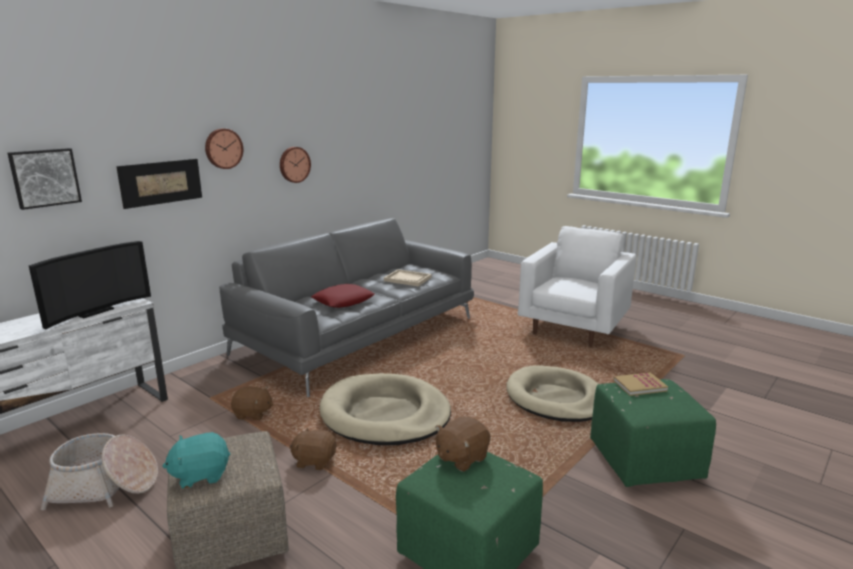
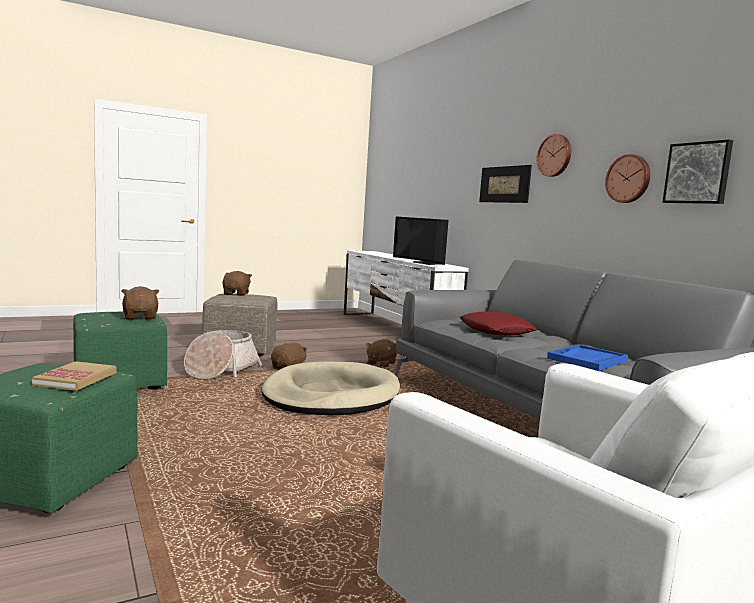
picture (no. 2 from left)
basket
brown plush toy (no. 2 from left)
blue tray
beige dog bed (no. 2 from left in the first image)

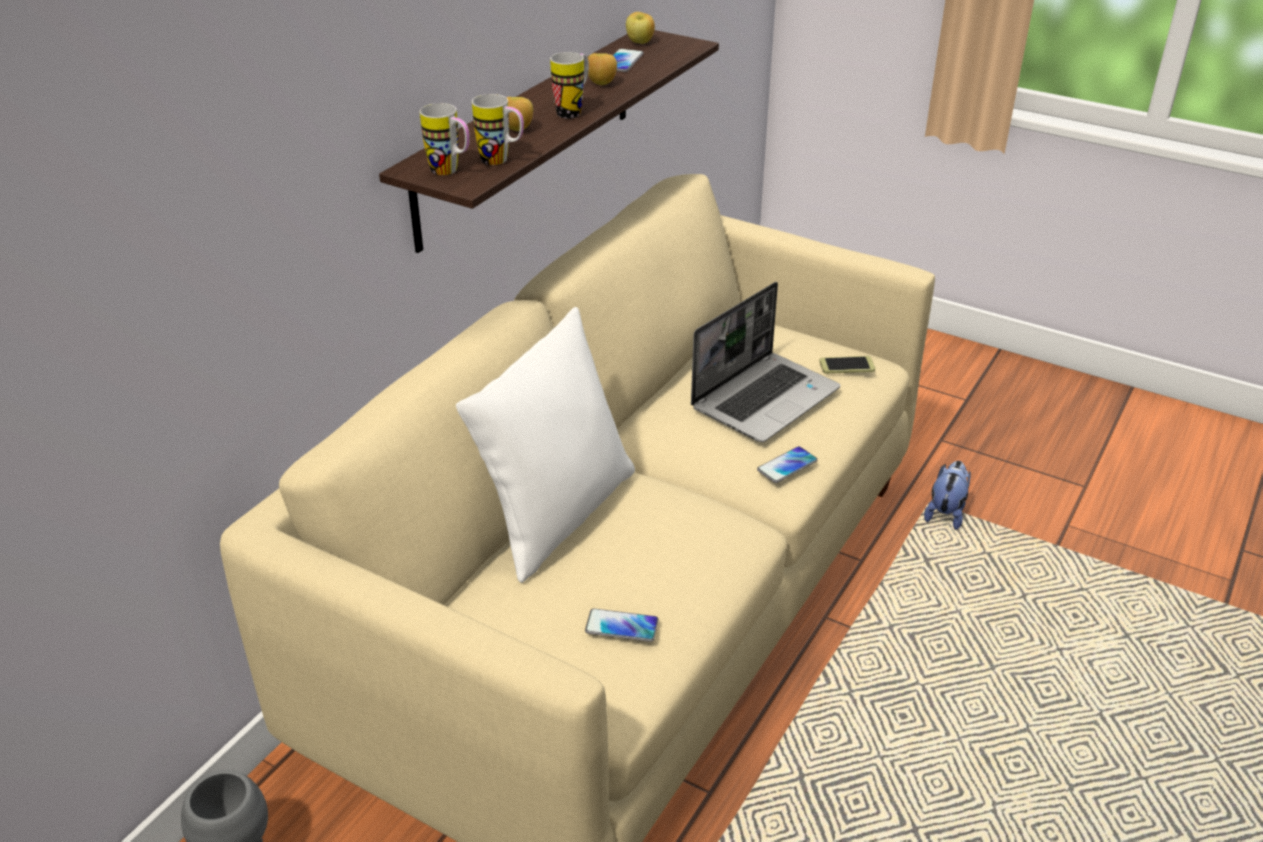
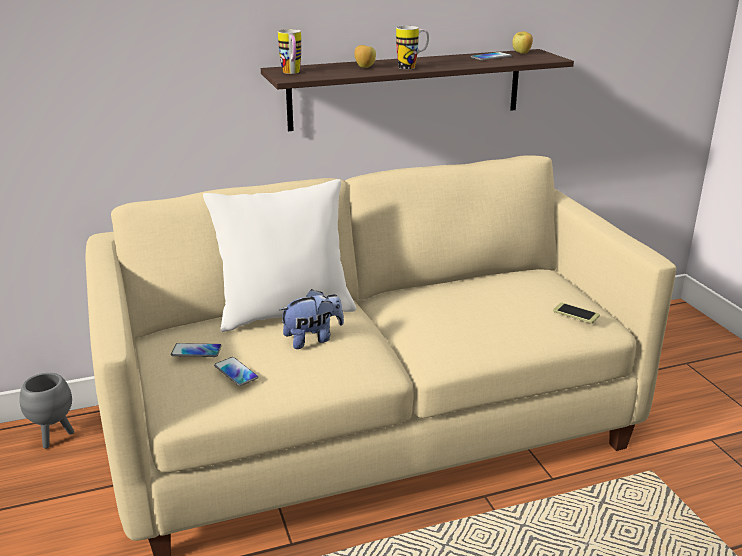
mug (no. 2 from left in the first image)
apple (no. 2 from left in the first image)
laptop
phone (no. 1 from left)
plush toy

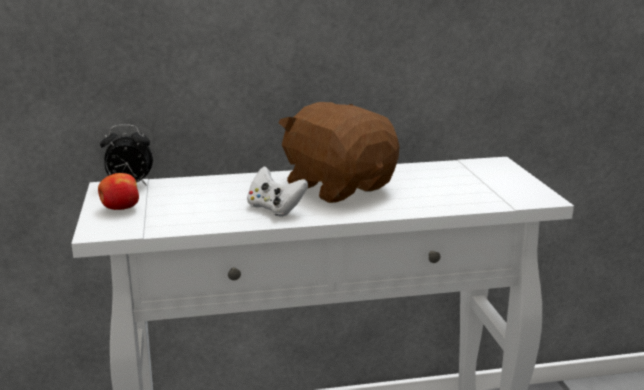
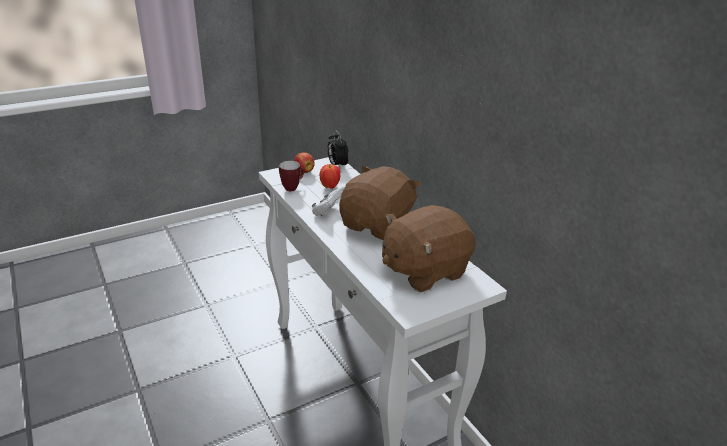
mug
apple (no. 2 from left)
brown plush toy (no. 2 from left)

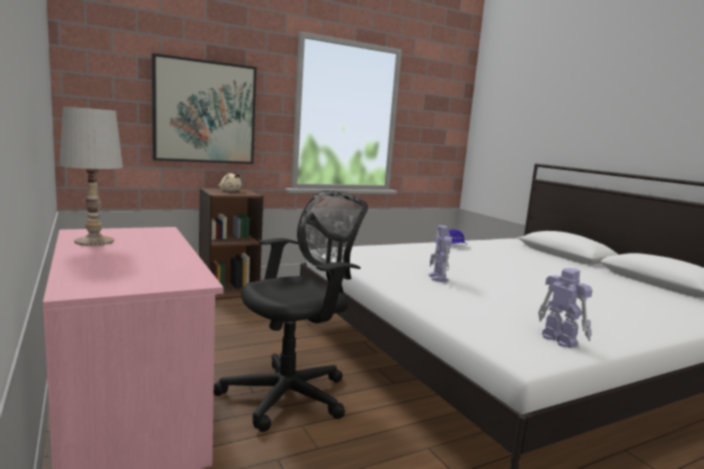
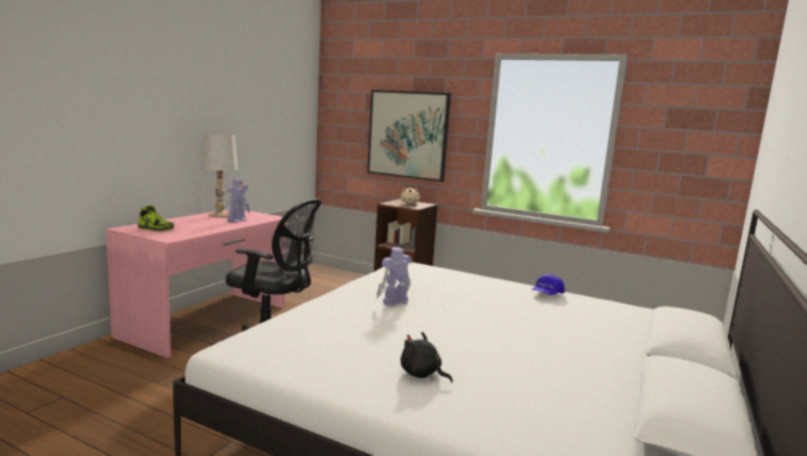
toy robot (no. 1 from left)
shoe
black plush toy

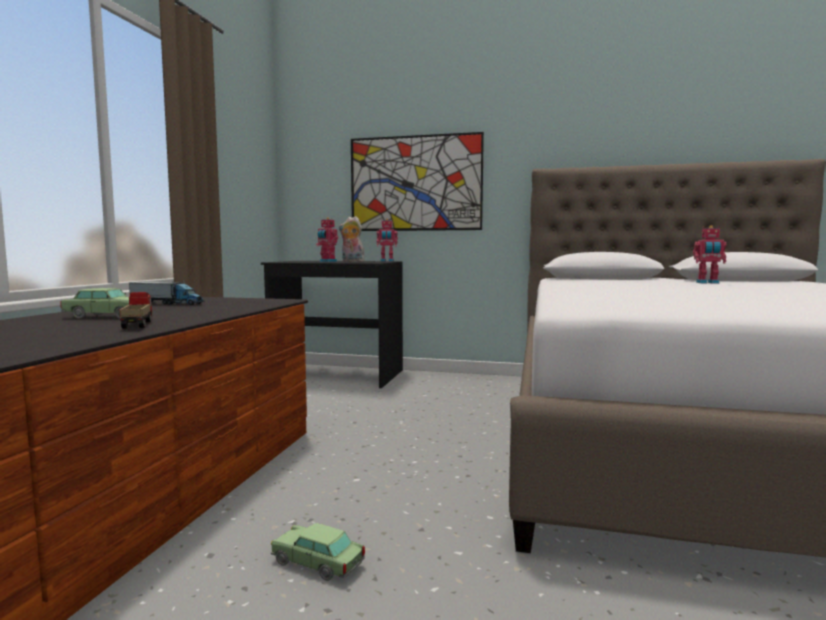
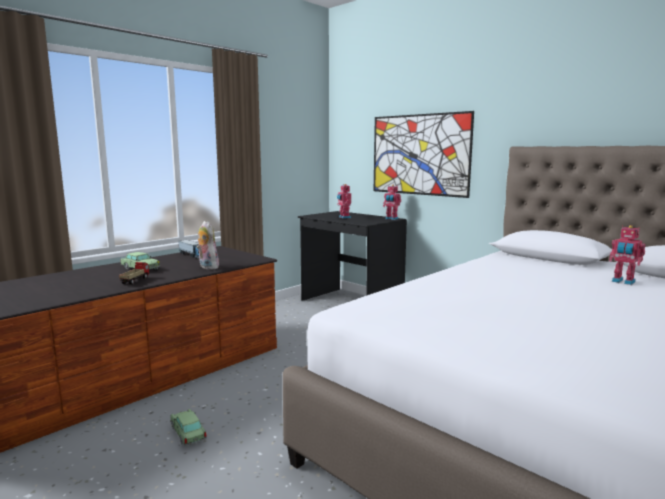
plush toy

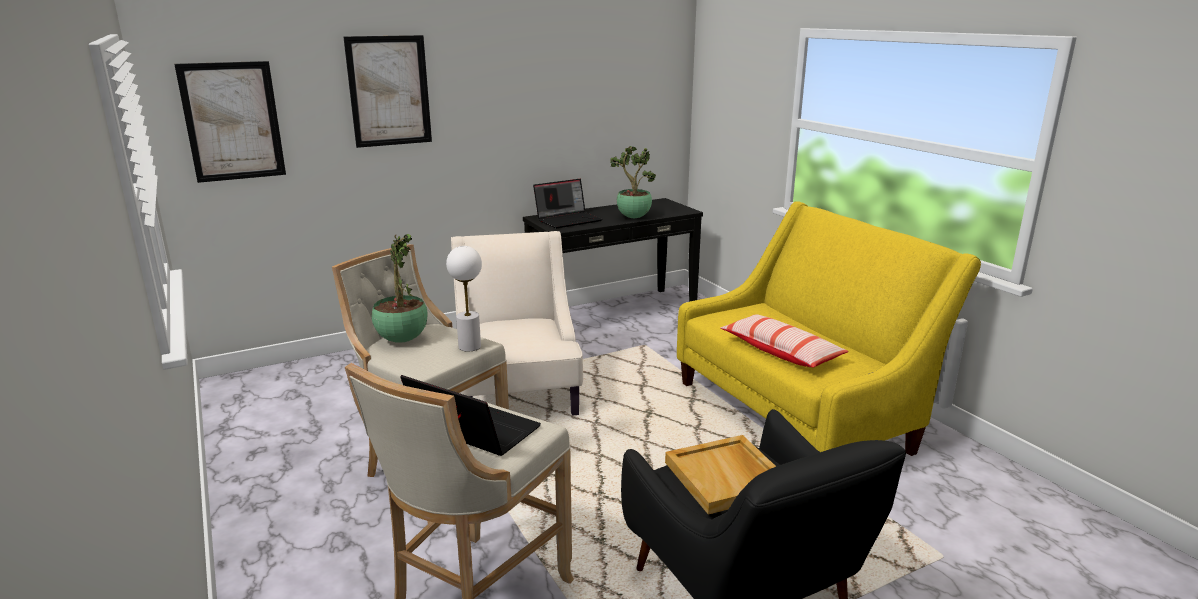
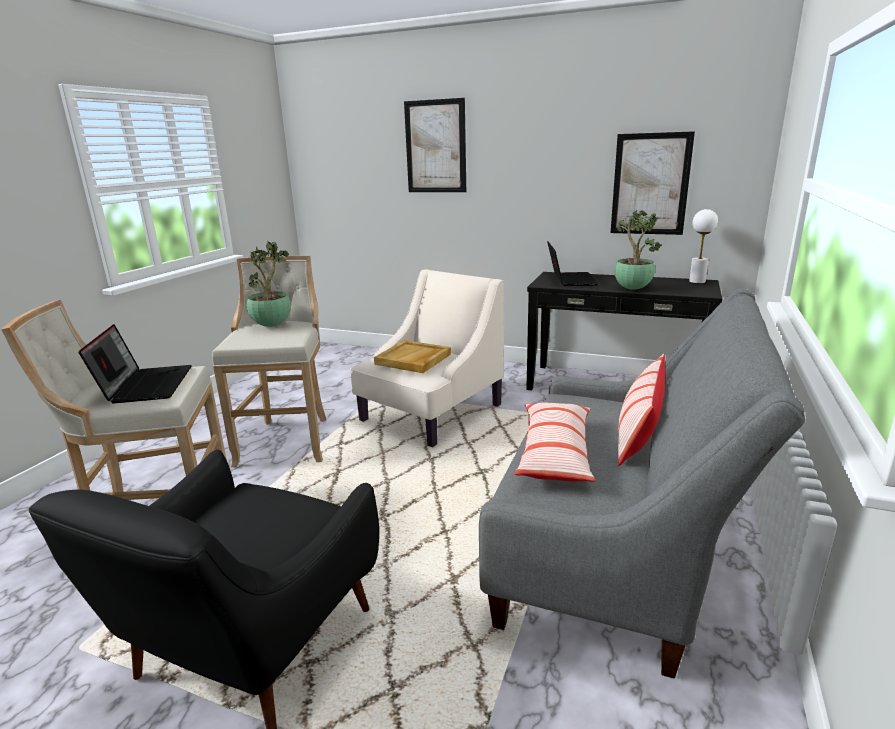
picture (no. 2 from left)
white table lamp
laptop (no. 2 from left)
beige tray
grey sofa
pillow (no. 2 from left)

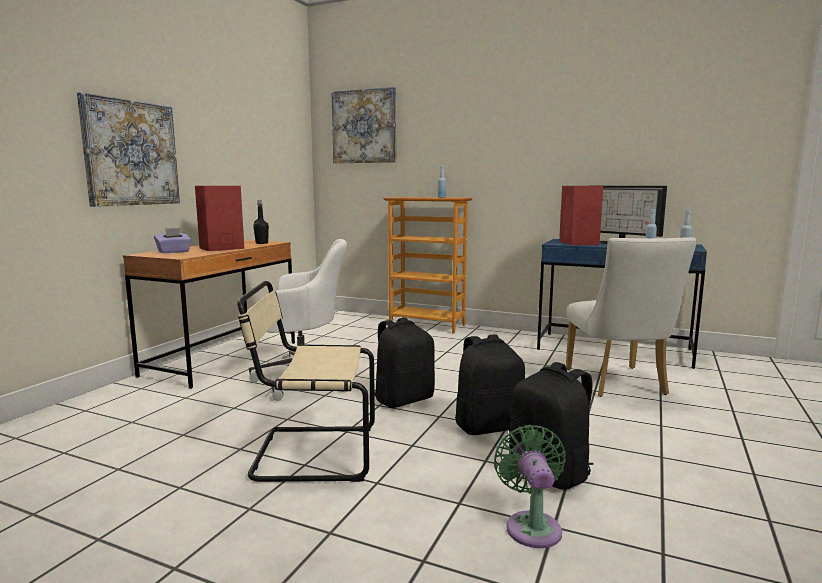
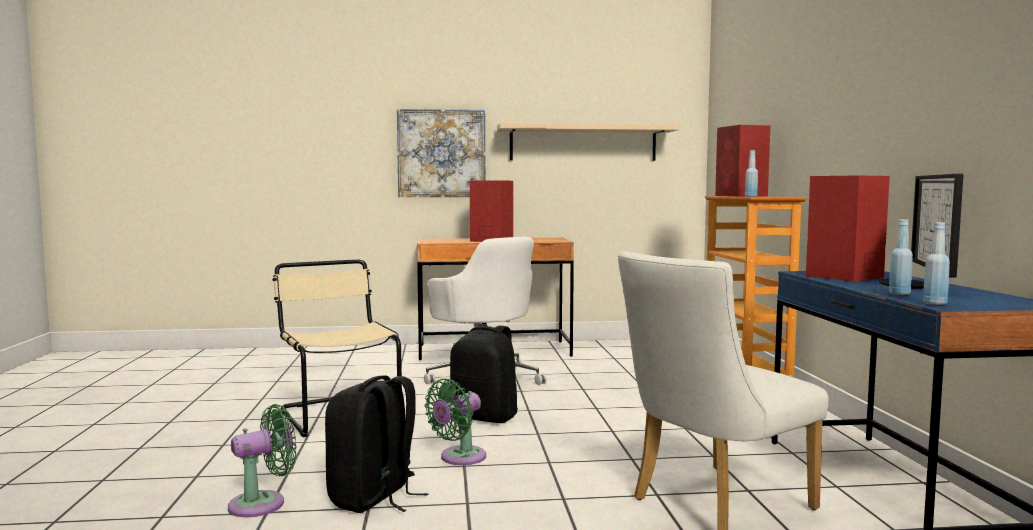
purple tissue box
black bottle
picture (no. 2 from left in the first image)
green fan (no. 2 from left)
beige shelf
red speaker (no. 2 from left)

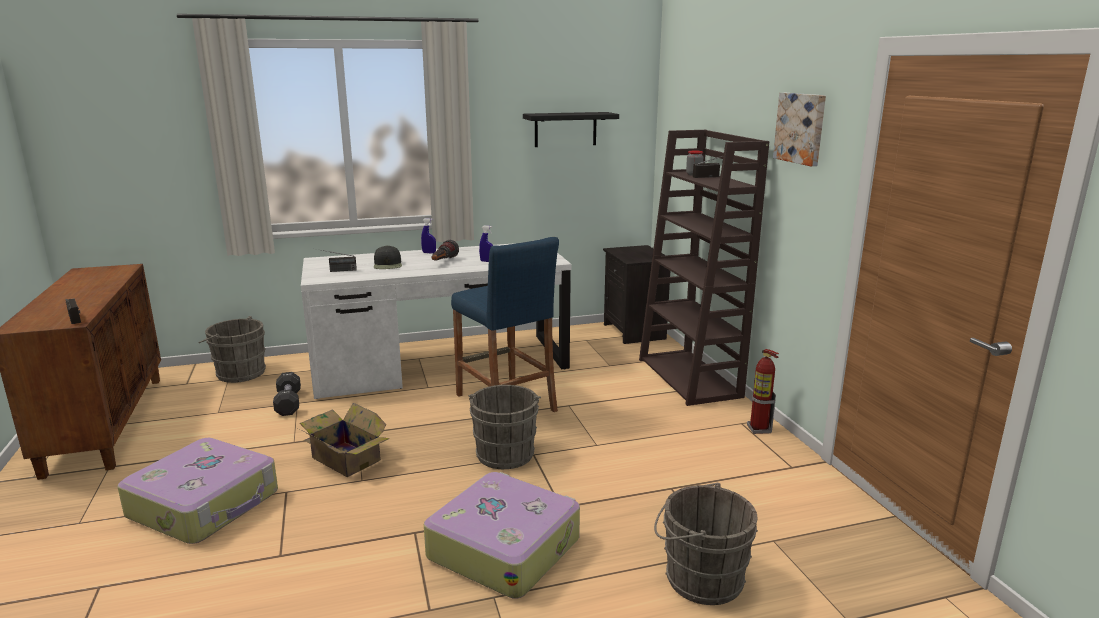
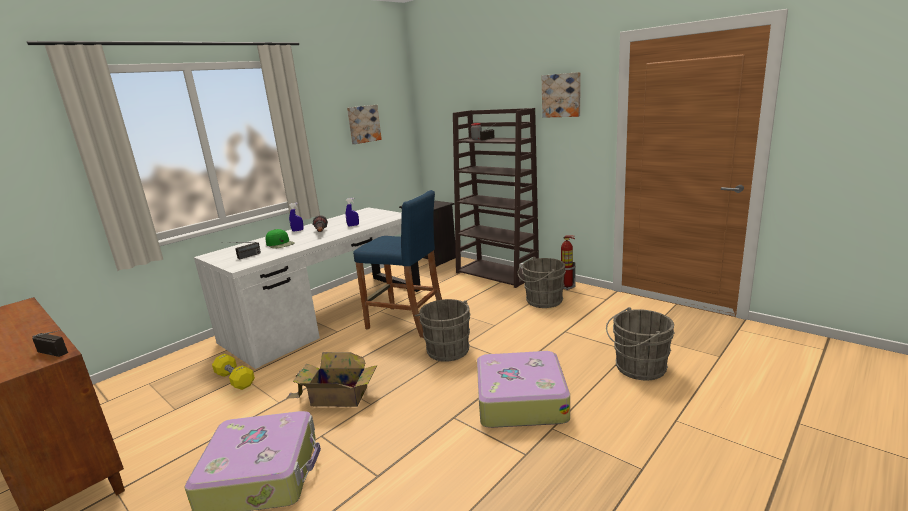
grey bucket (no. 2 from left)
yellow dumbbell
green cap
picture (no. 1 from left)

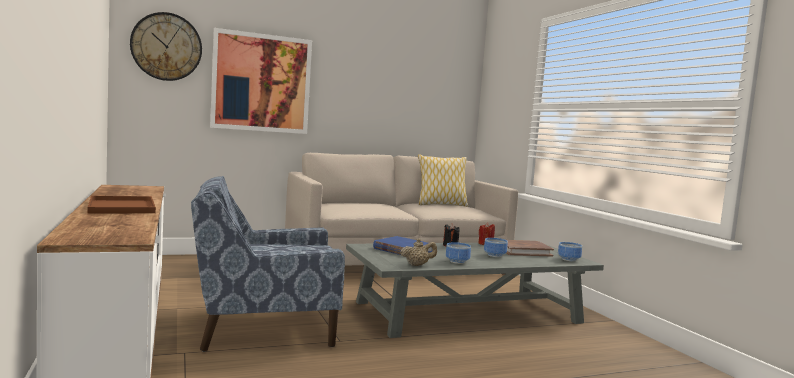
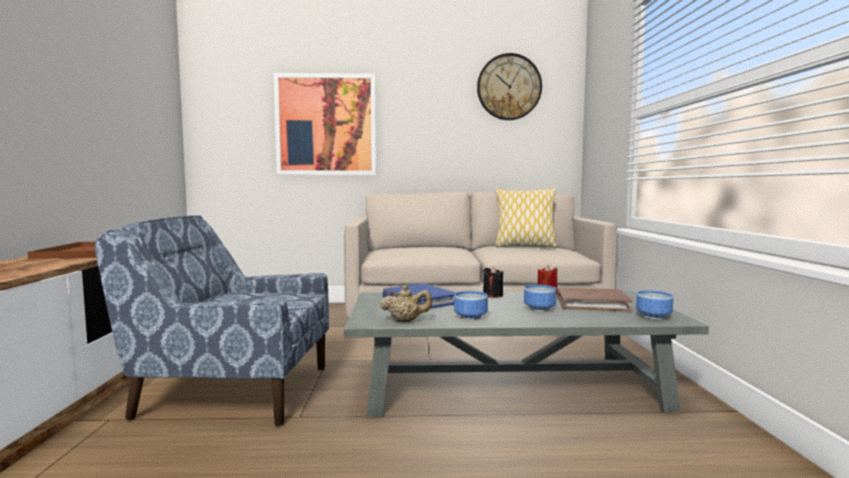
wall clock

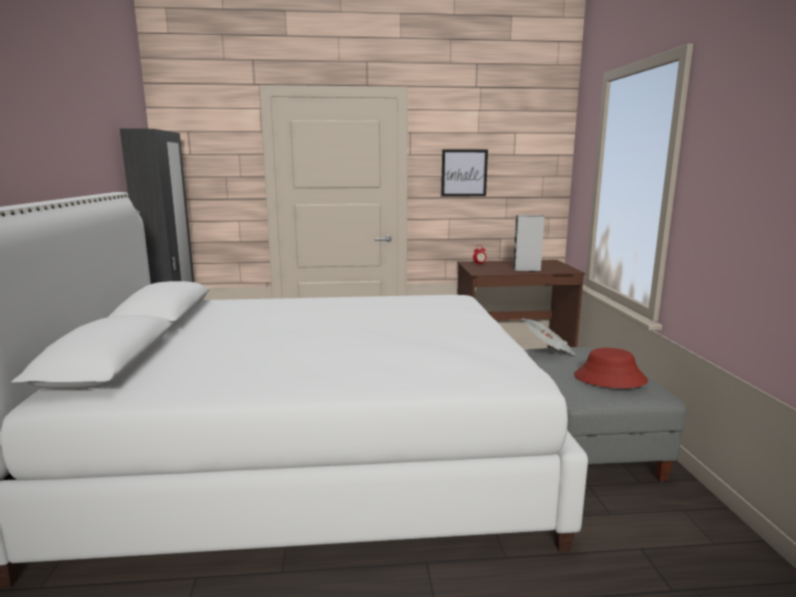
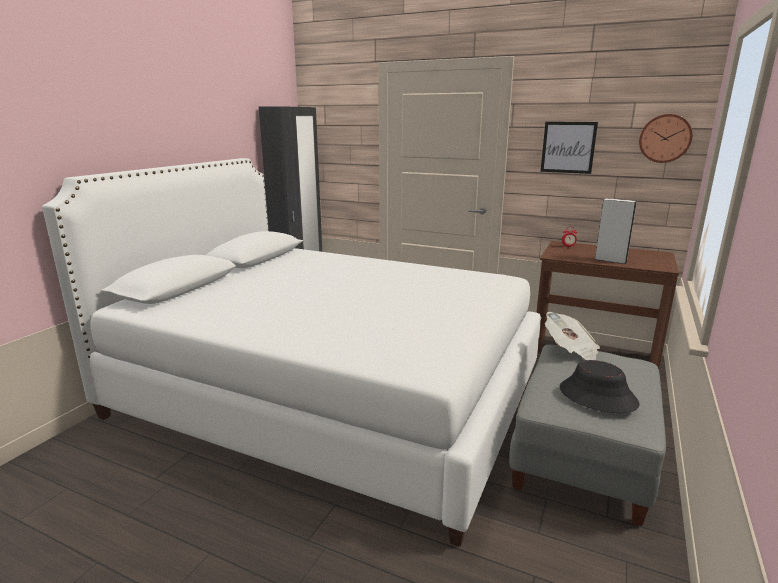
black hat
wall clock

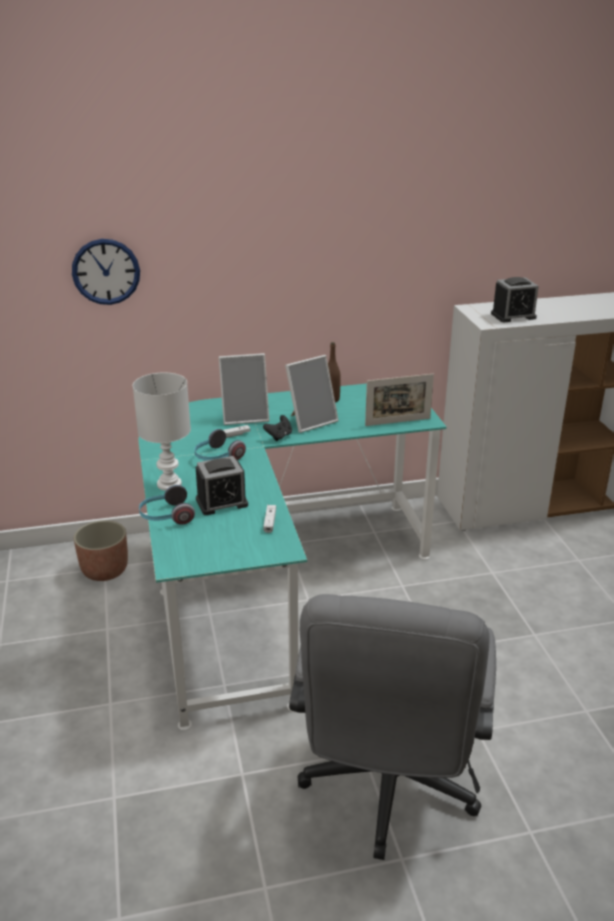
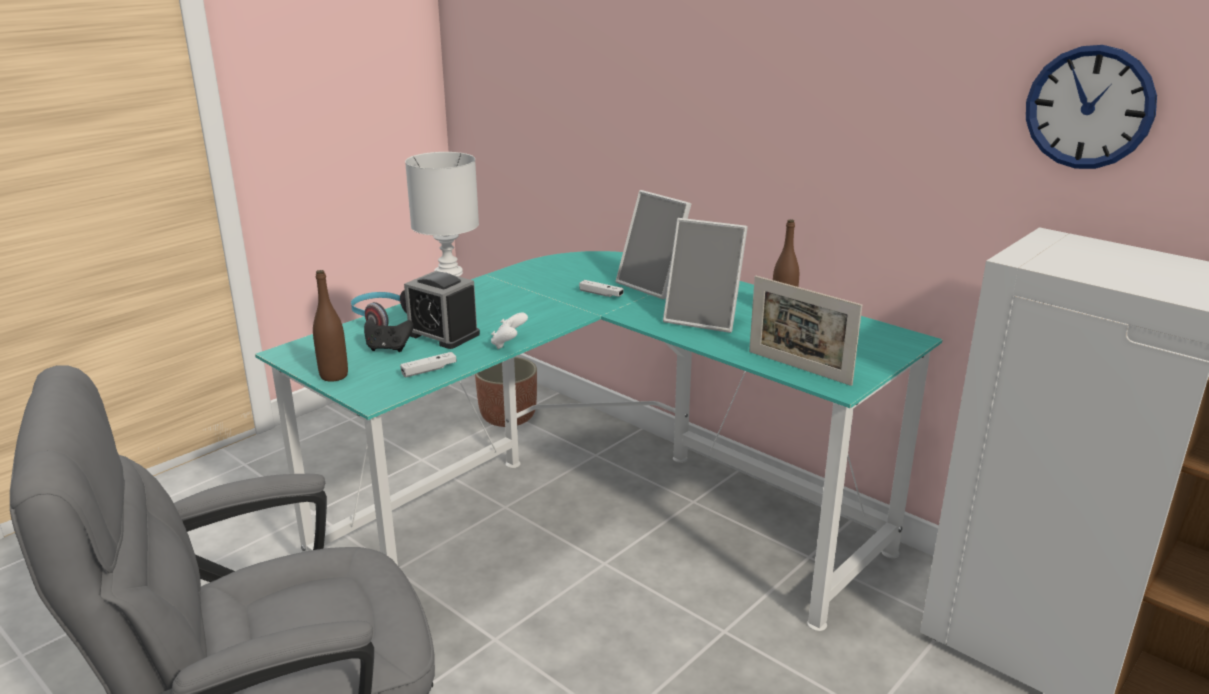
wall clock
headphones (no. 2 from left in the first image)
black game controller
alarm clock (no. 2 from left in the first image)
brown bottle (no. 1 from left)
white game controller (no. 2 from left)

